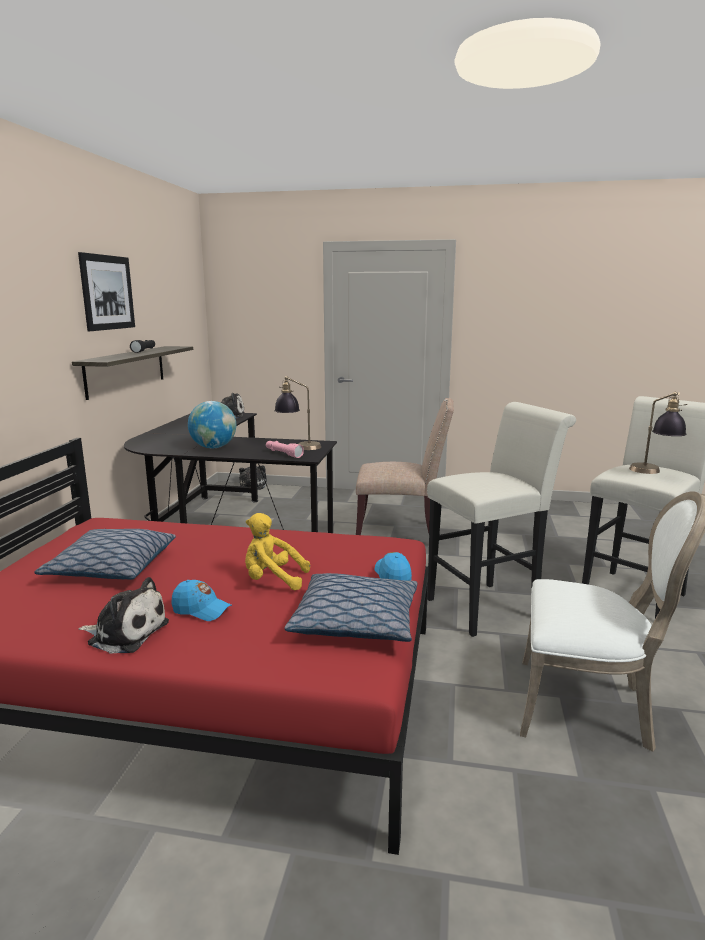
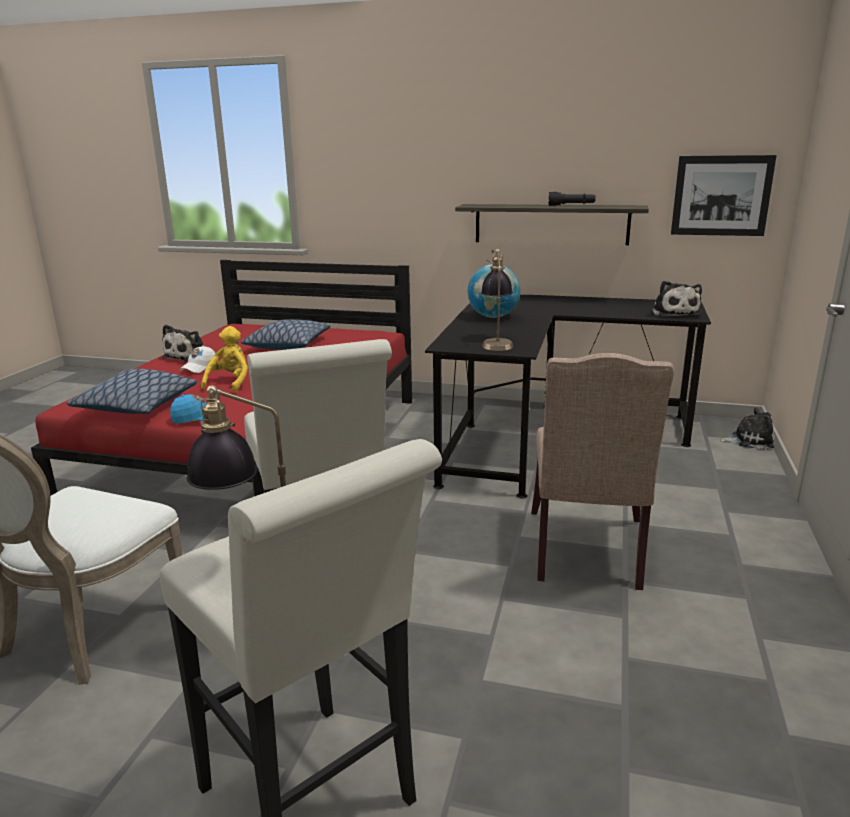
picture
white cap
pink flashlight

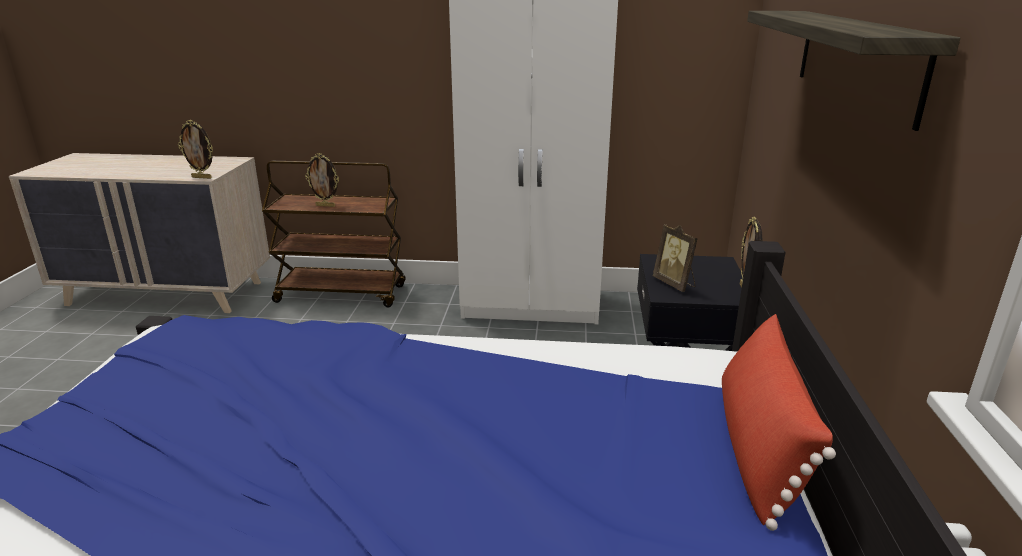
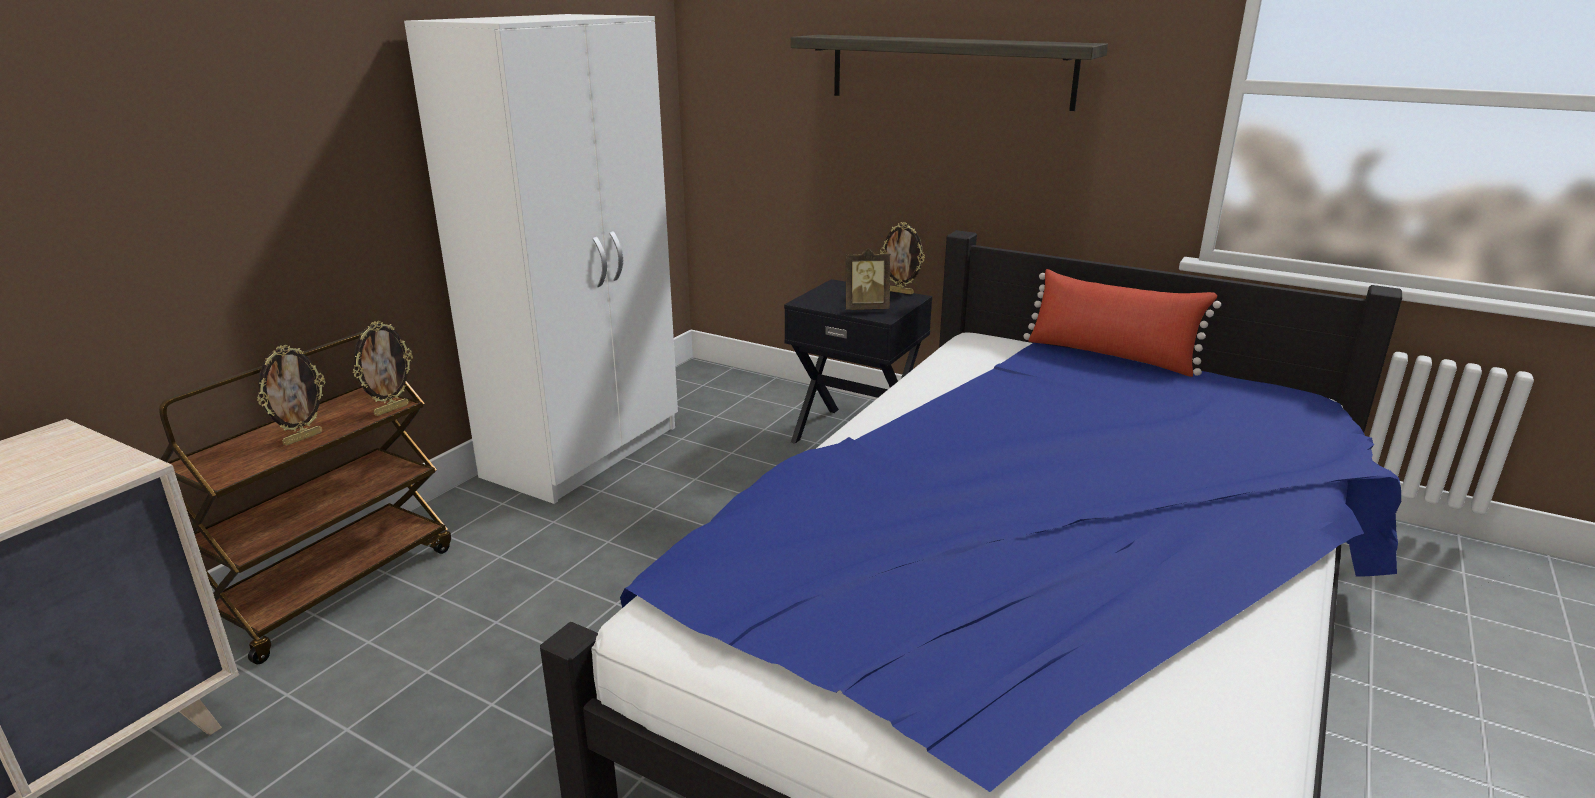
picture frame (no. 2 from left)

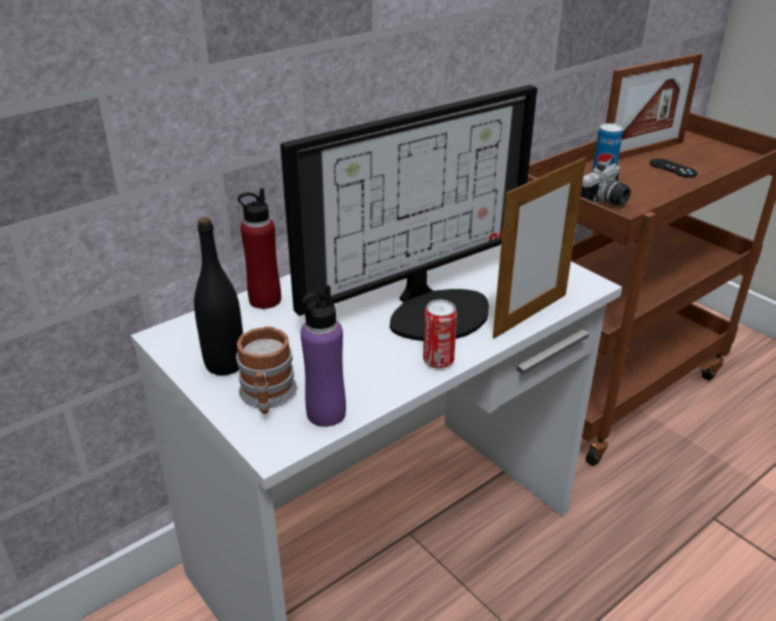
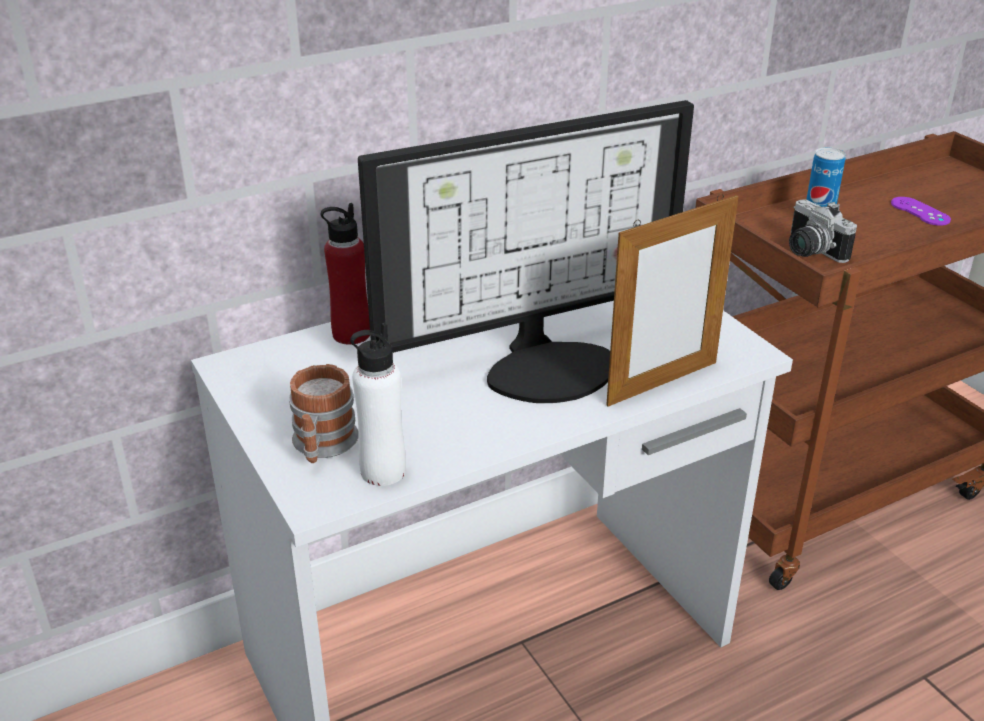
black bottle
white bottle
can (no. 1 from left in the first image)
photo camera
picture frame (no. 2 from left in the first image)
purple game controller

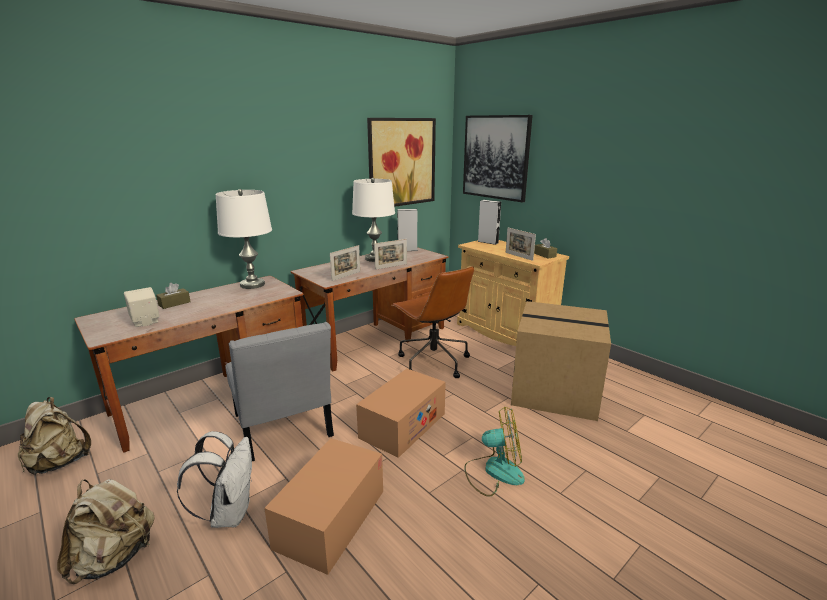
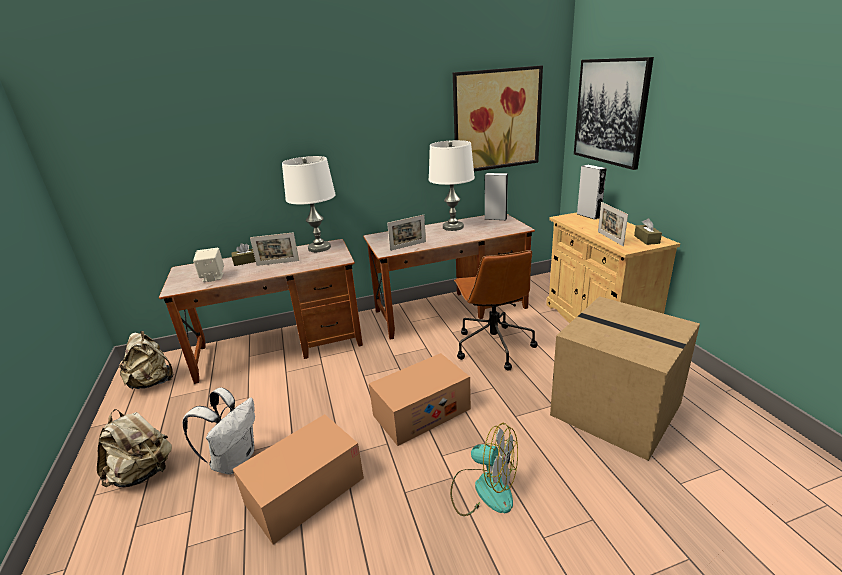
grey chair
picture frame (no. 1 from left)

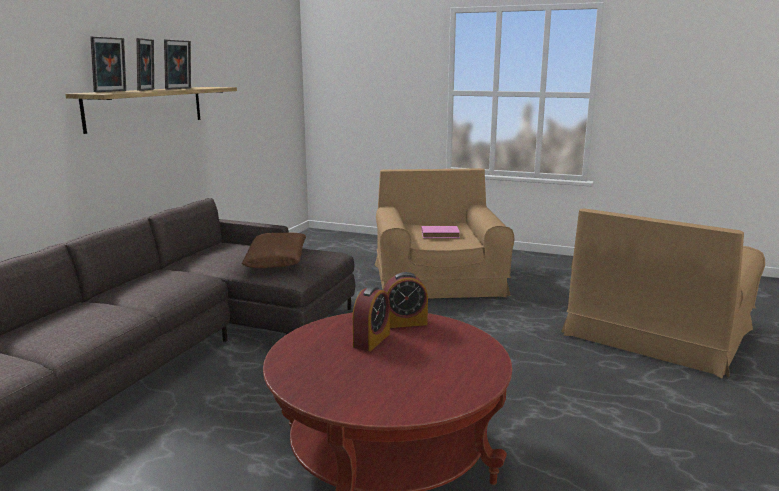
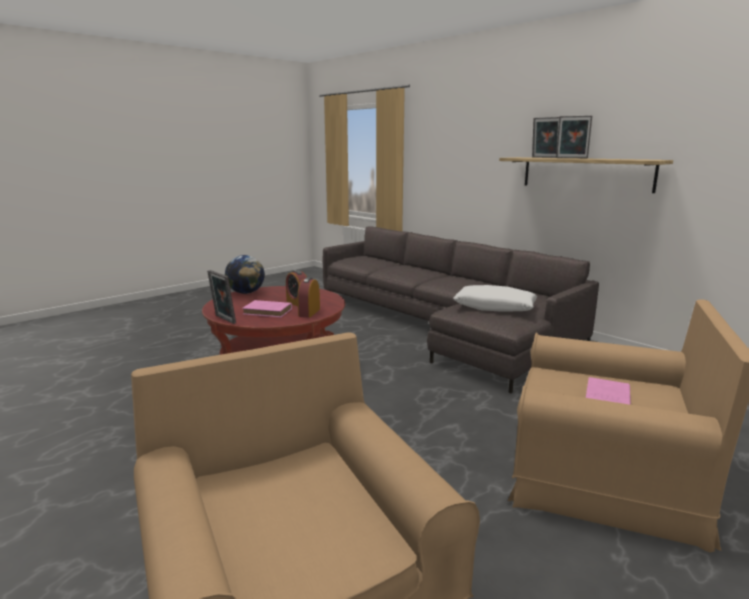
picture frame (no. 1 from left)
white pillow
globe
pink book (no. 1 from left)

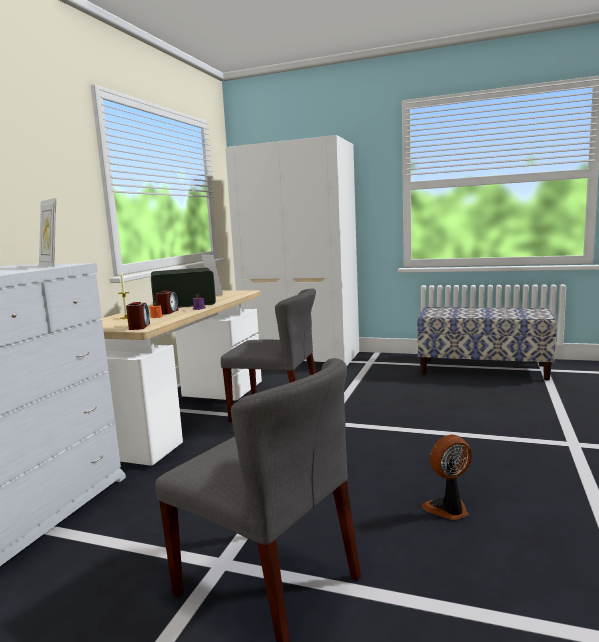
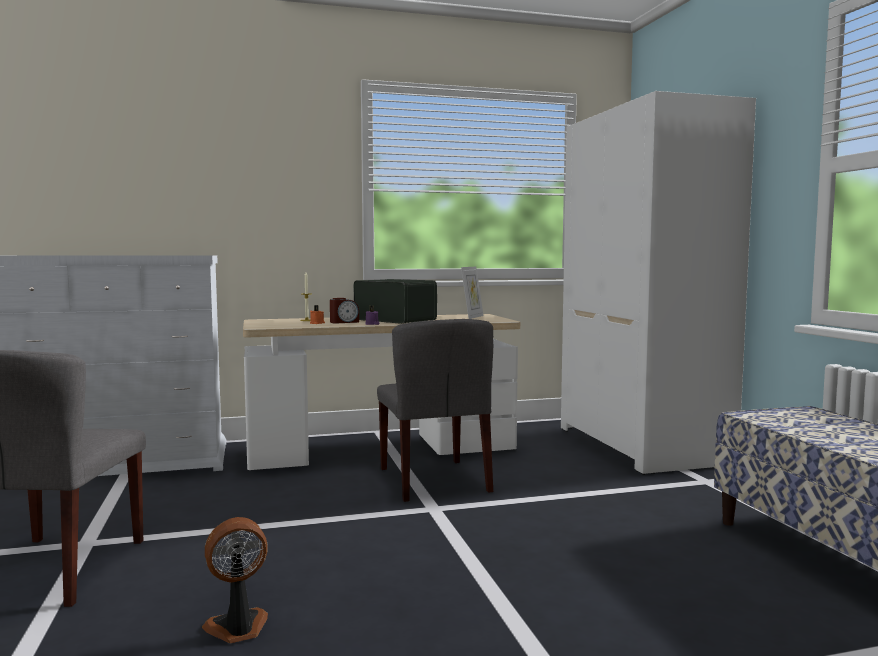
picture frame (no. 1 from left in the first image)
alarm clock (no. 1 from left in the first image)
fan

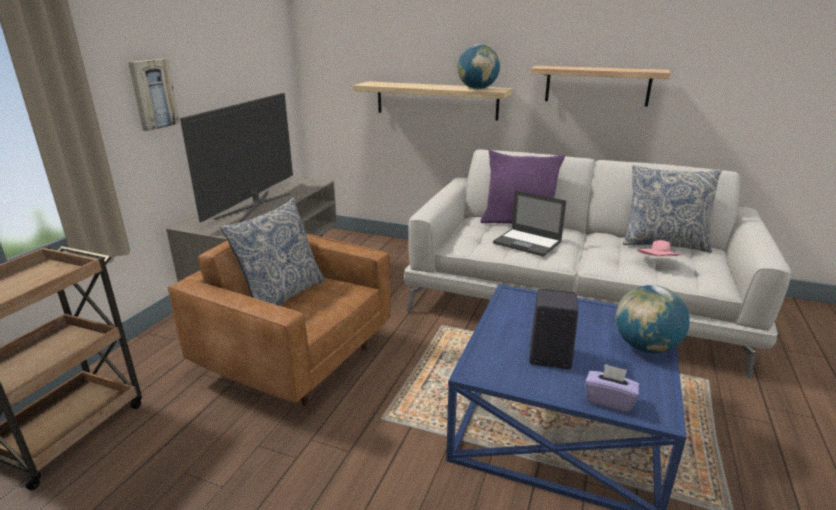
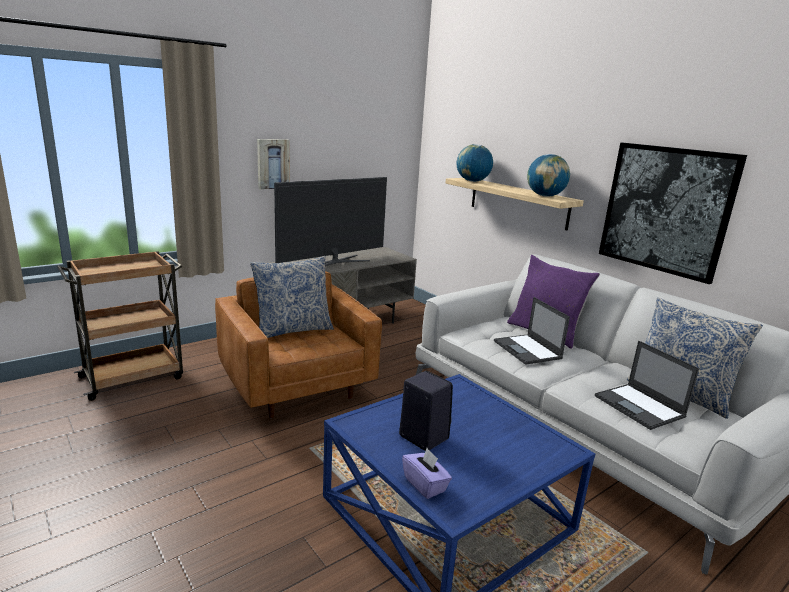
picture (no. 2 from left)
globe (no. 1 from left)
laptop (no. 2 from left)

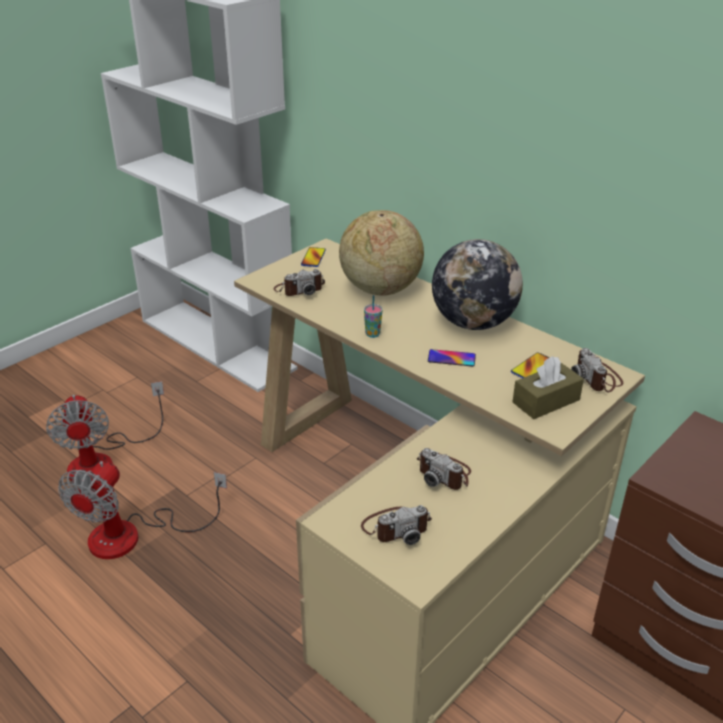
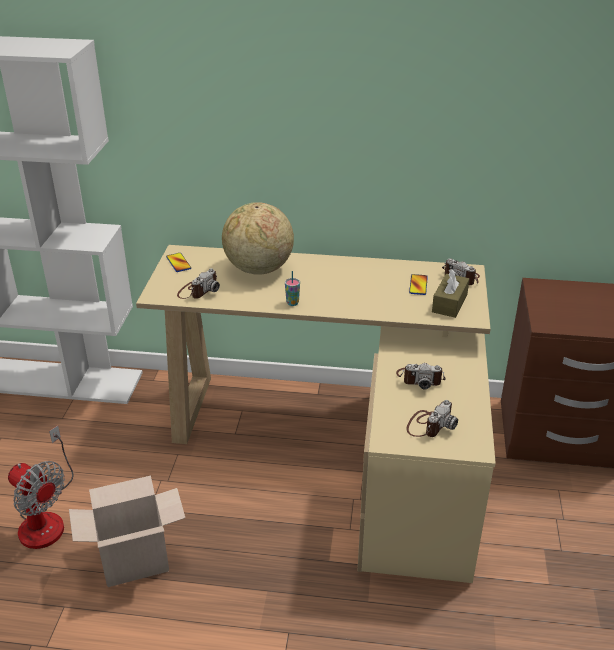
cardboard box
phone (no. 2 from left in the first image)
globe (no. 2 from left in the first image)

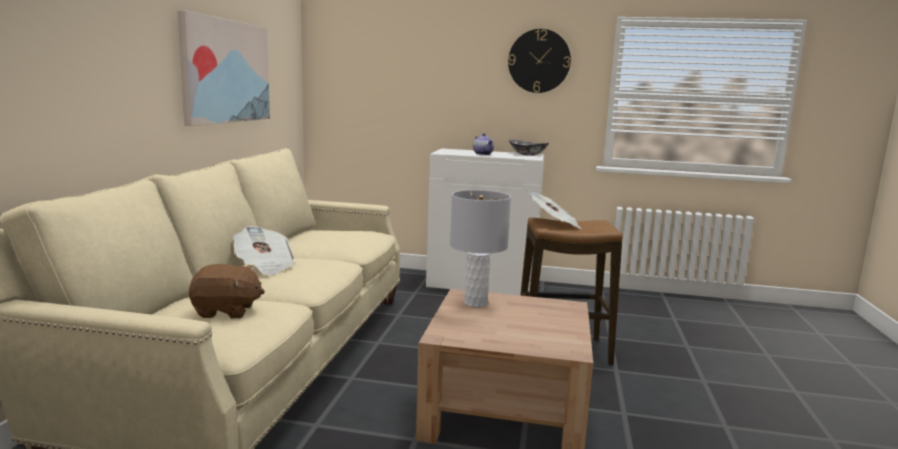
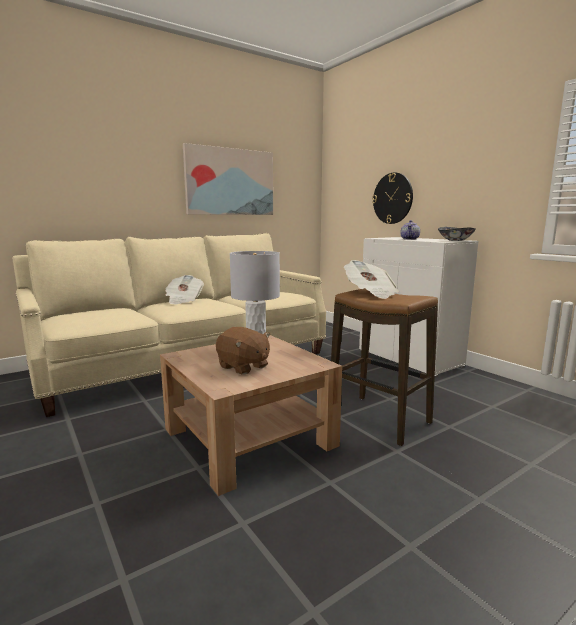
brown plush toy
wall clock

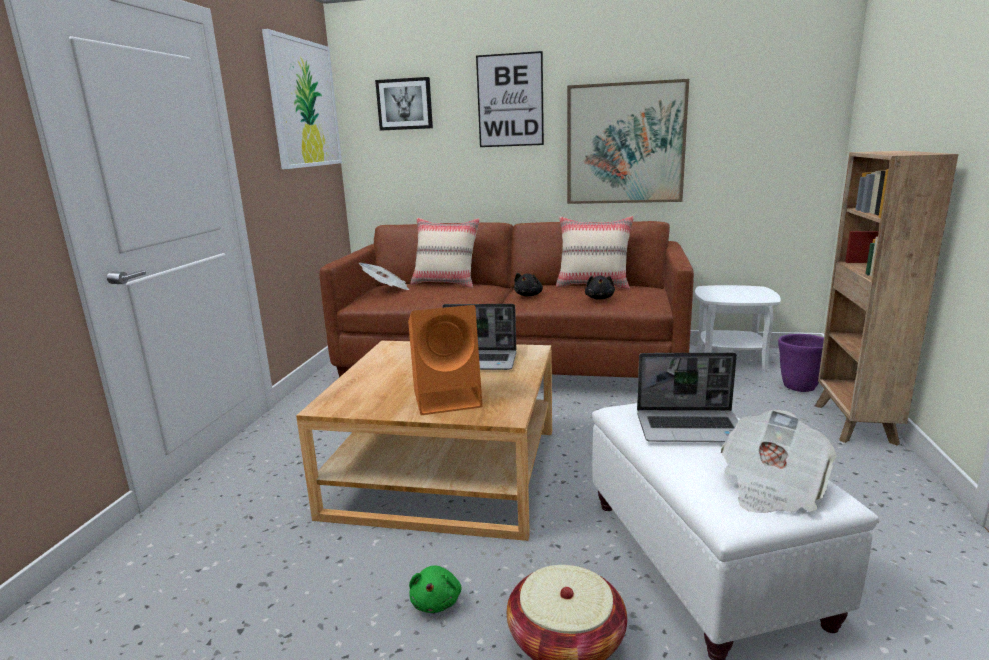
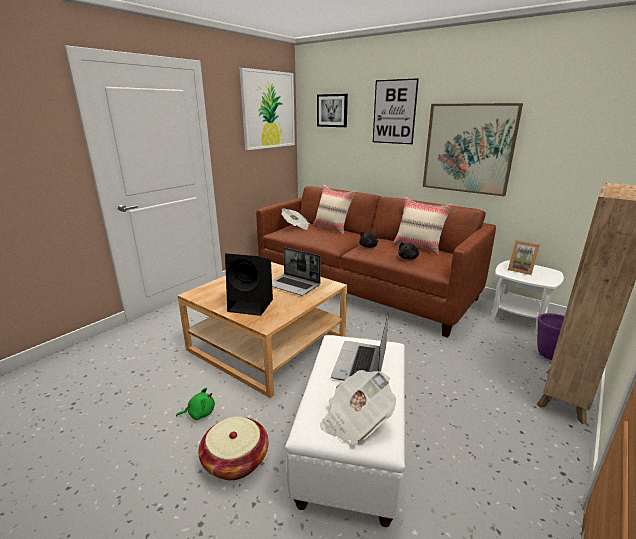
black speaker
green plush toy
laptop (no. 2 from left)
picture frame

